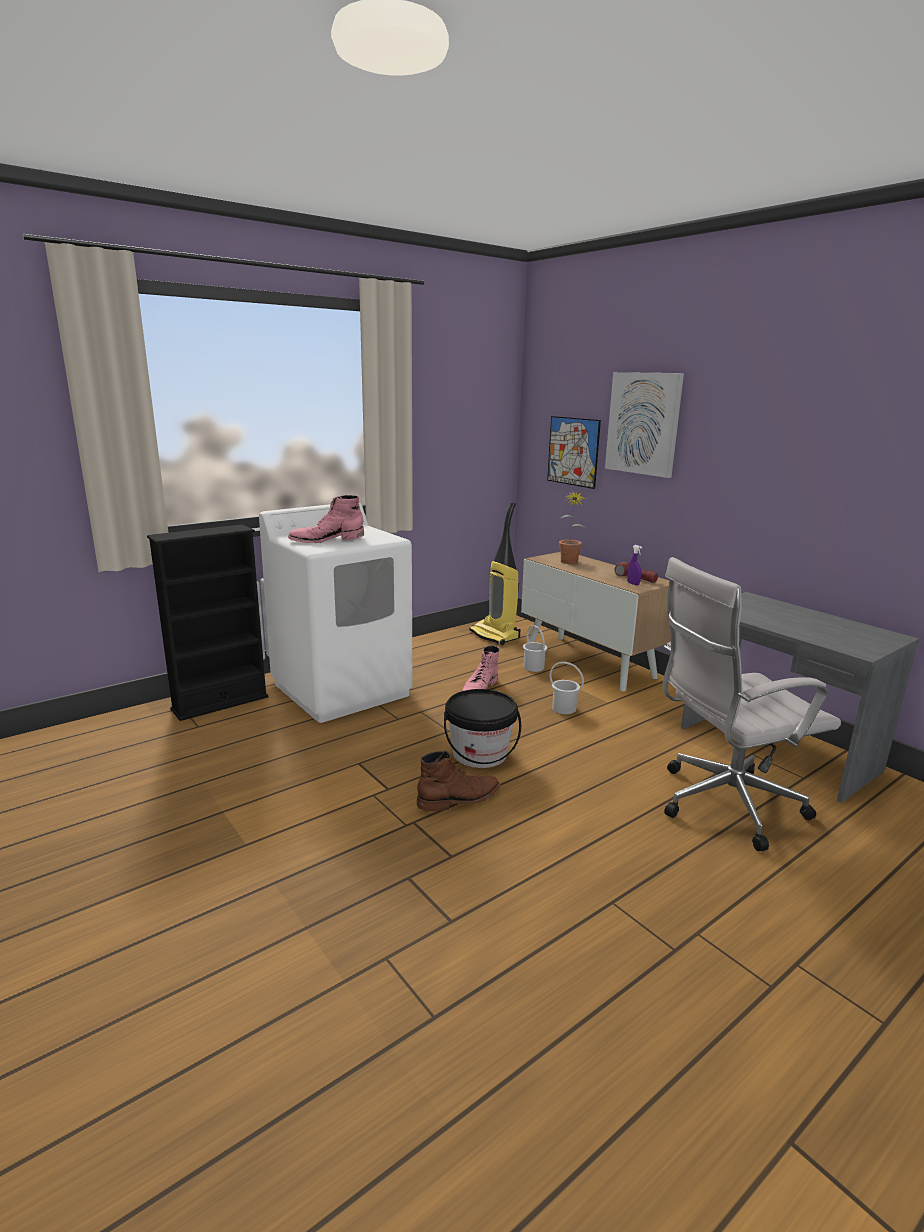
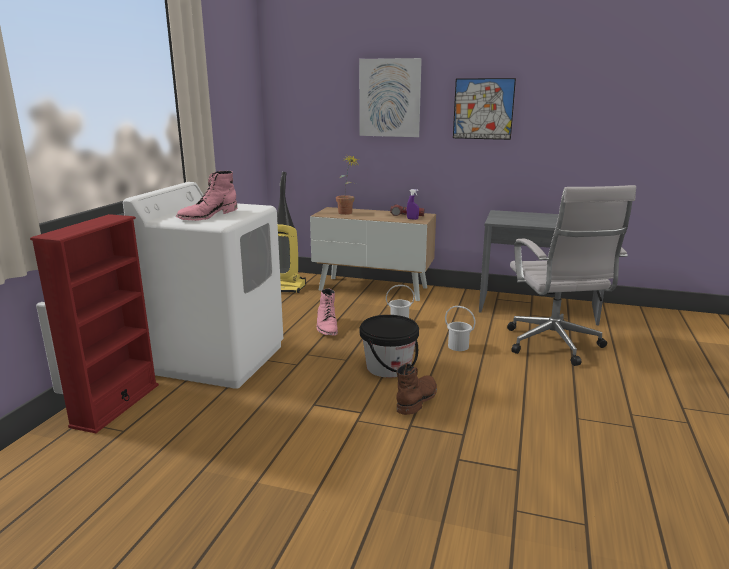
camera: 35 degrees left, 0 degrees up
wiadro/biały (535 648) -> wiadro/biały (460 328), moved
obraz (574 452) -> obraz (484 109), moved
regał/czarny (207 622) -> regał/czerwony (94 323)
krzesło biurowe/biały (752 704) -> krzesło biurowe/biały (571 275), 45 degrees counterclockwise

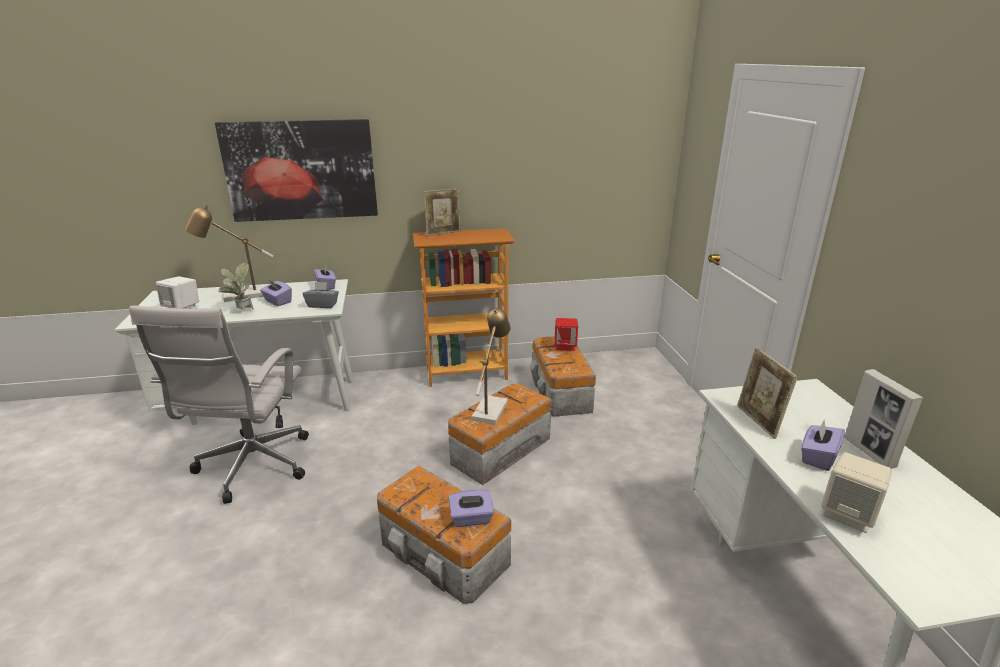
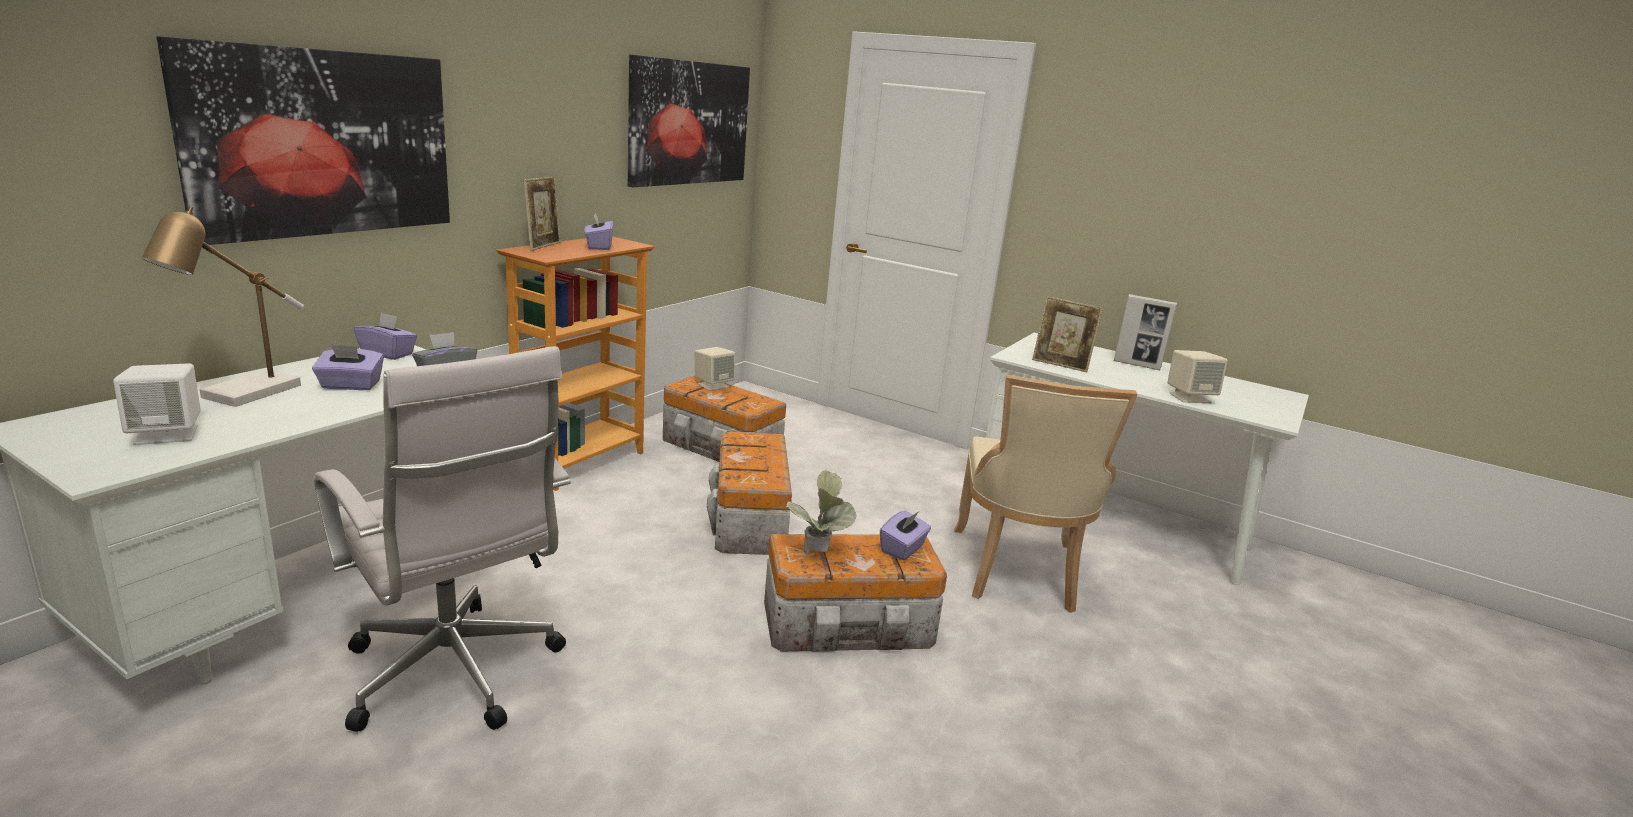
camera: 50 degrees left, 5 degrees down
lampa stołowa (491 366) -> none
none -> obraz (689 121)
none -> krzesło/beżowy (1045 493)
roślina doniczkowa (235 286) -> roślina doniczkowa (821 512), moved
pudełko chusteczek/fioletowy (823 445) -> pudełko chusteczek/fioletowy (598 231), moved
głośnik/czerwony (566 334) -> głośnik/beżowy (715 369)

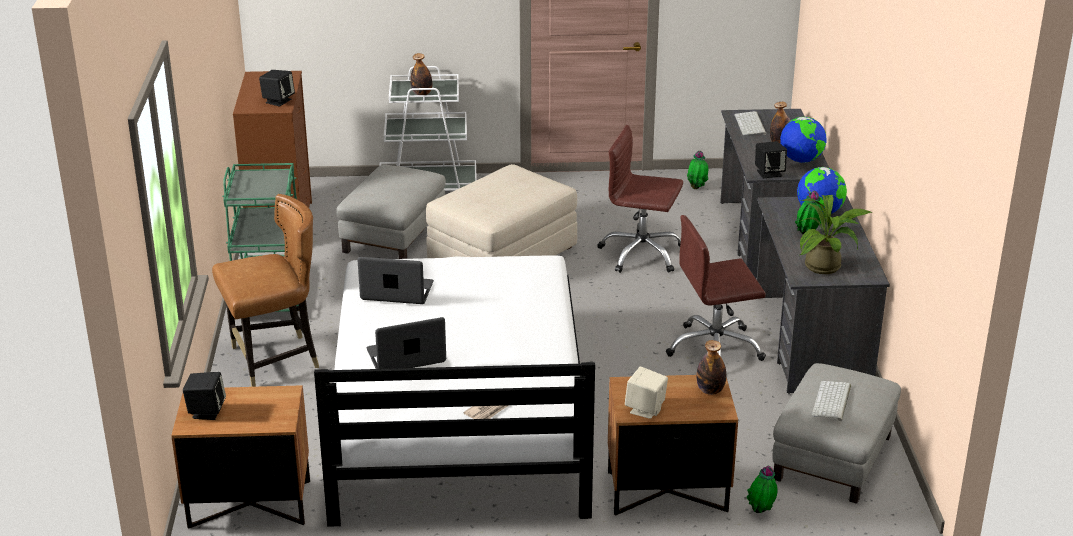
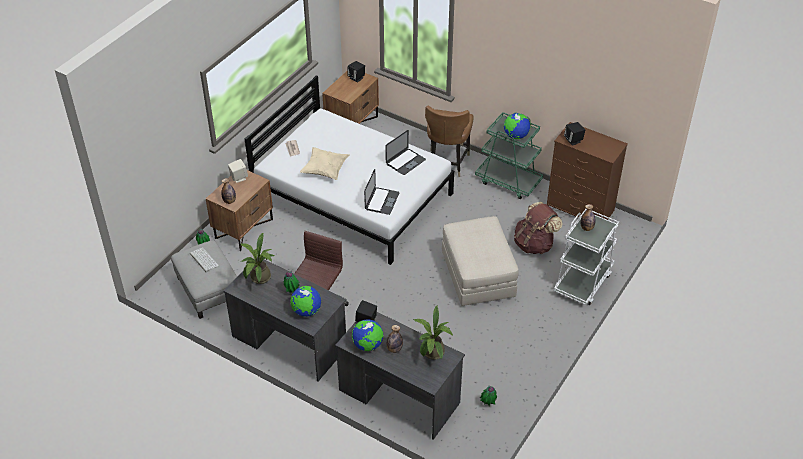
camera: 125 degrees right, 15 degrees up
krzesło biurowe/brązowy (640 199) -> none
none -> poduszka/beżowy (325 163)
none -> globus (517 126)
laptop (406 343) -> laptop (382 192), moved
pufa/szary (391 212) -> plecak/brązowy (538 228)
klawiatura (750 123) -> roślina doniczkowa (433 333)

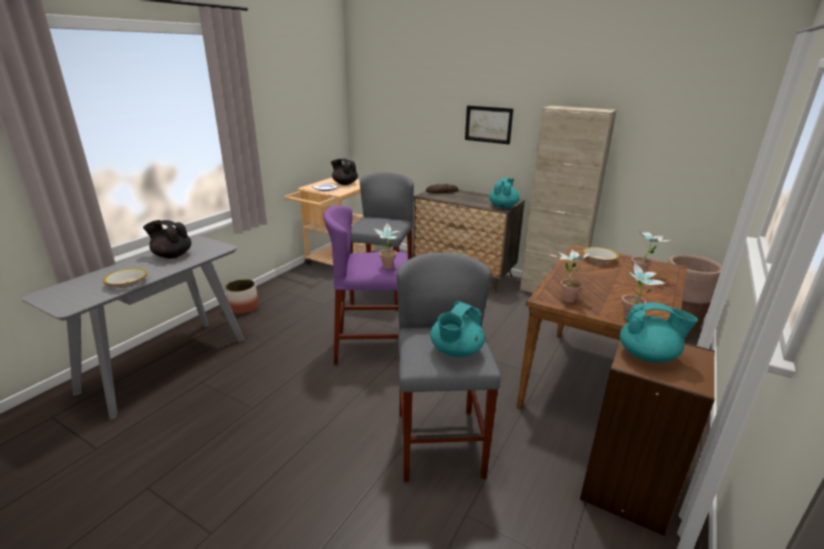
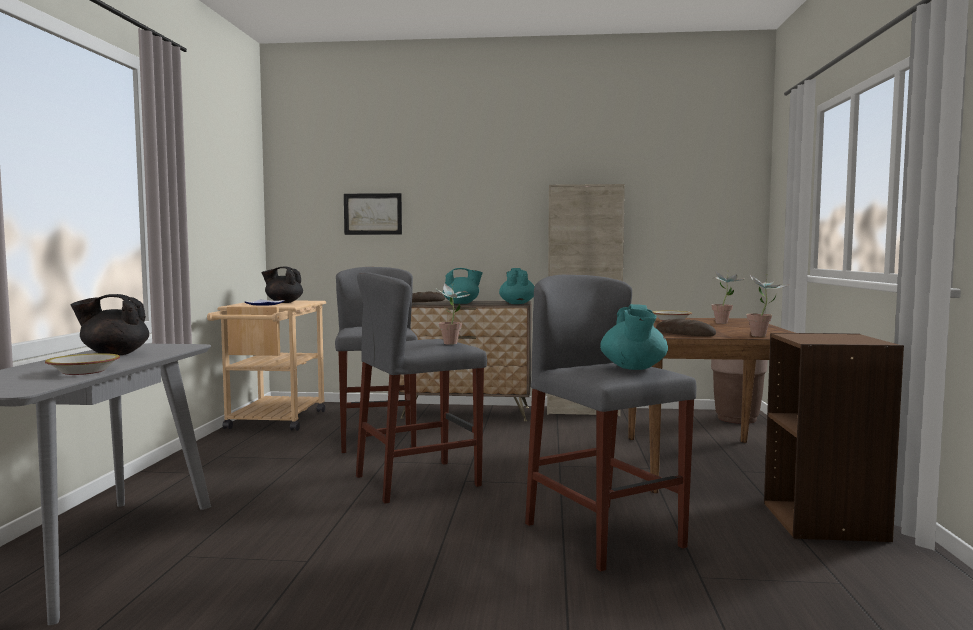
camera: 25 degrees left, 20 degrees down
donica (242 296) -> none
obraz (489 124) -> obraz (373 214), moved
imbryk/turkusowy (659 332) -> imbryk/turkusowy (463 286), moved
roślina doniczkowa (575 276) -> chleb (686 328)
stołek/fioletowy (365 285) -> stołek/szary (421 388)

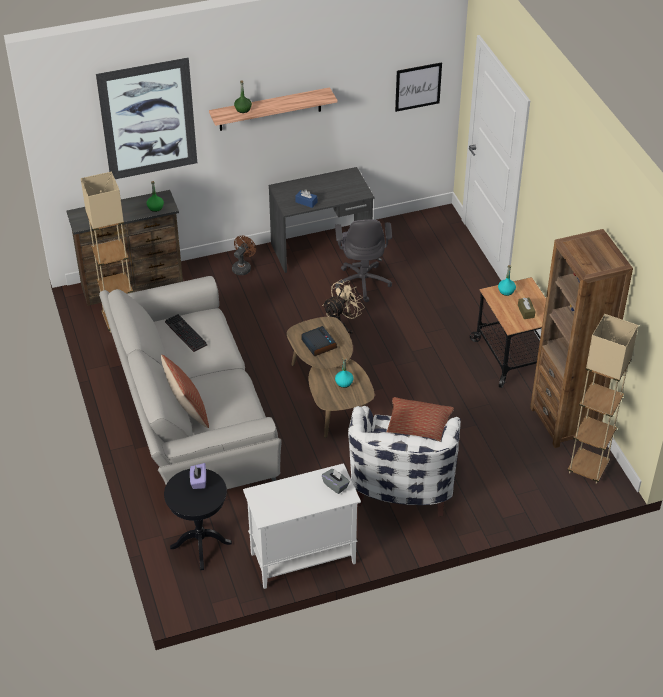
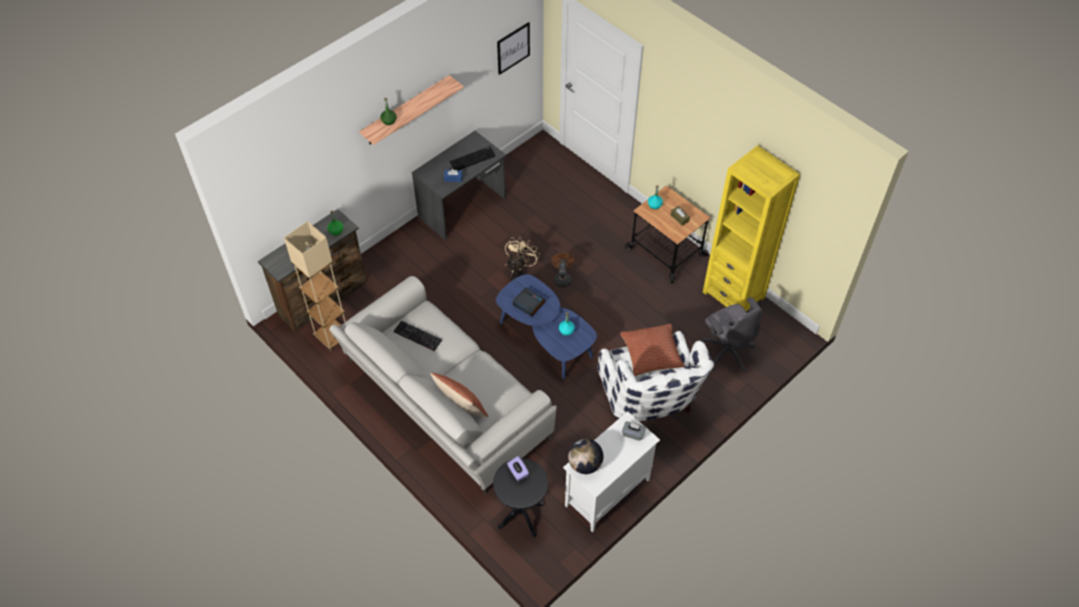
camera: 25 degrees left, 10 degrees up
obraz (146 118) -> none
lampa stojąca/beżowy (603 399) -> none
none -> klawiatura (472 158)
none -> globus (585 456)
wentylator/brązowy (244 255) -> wentylator/brązowy (563 270), moved
krzesło biurowe/szary (363 261) -> krzesło biurowe/szary (732 334), moved
ława/brązowy (331 377) -> ława/niebieski (546 327)
regał/brązowy (581 338) -> regał/żółty (751 228)

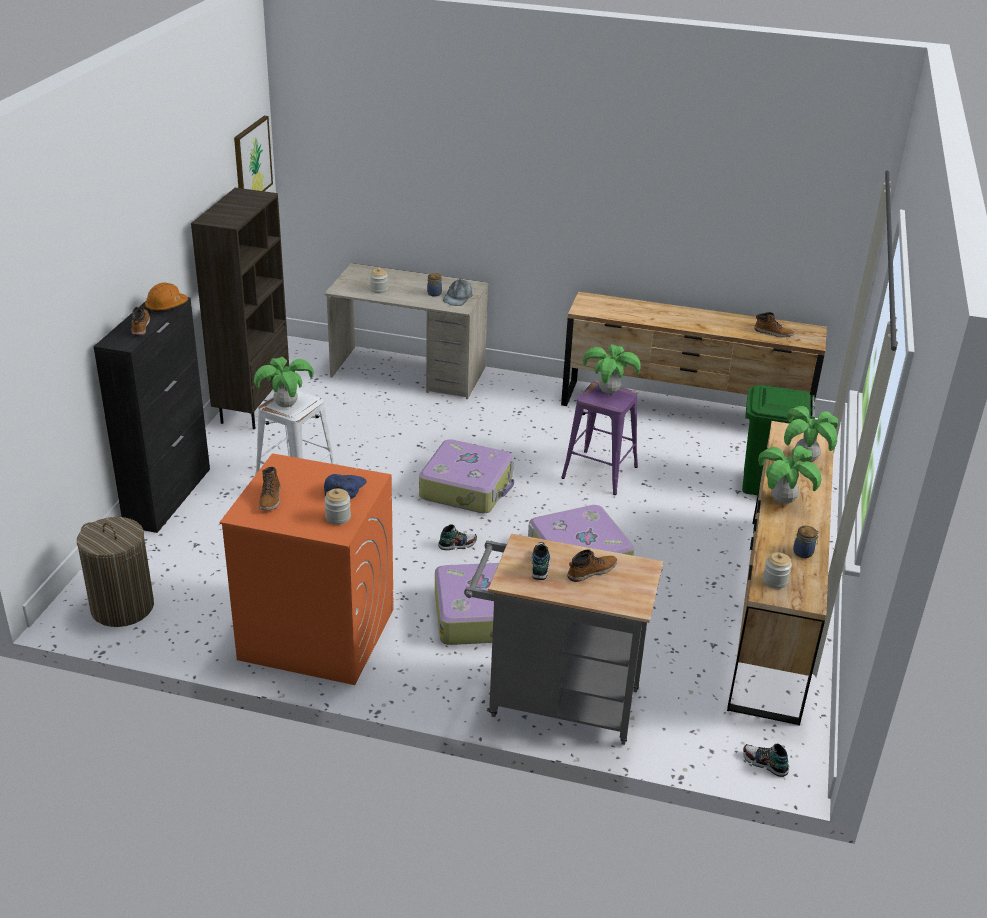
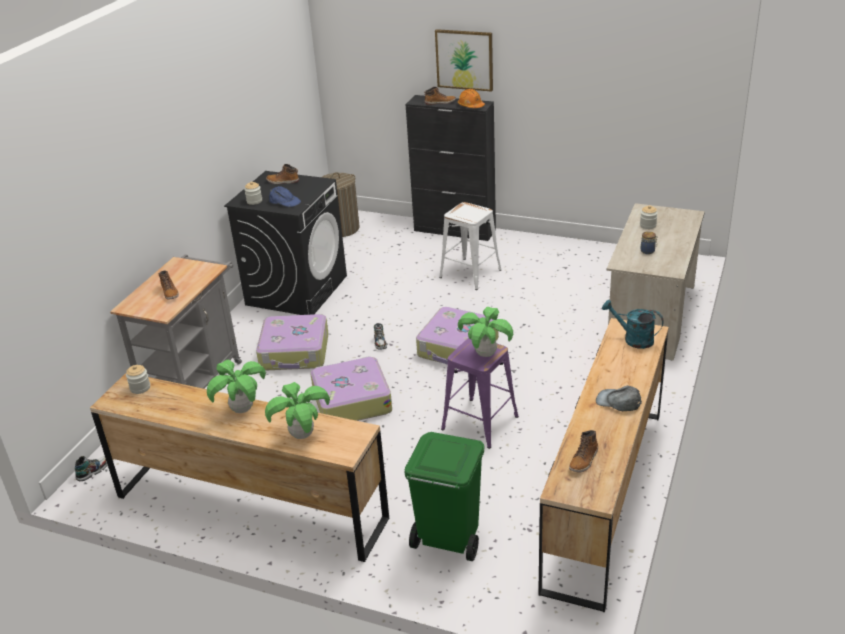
camera: 100 degrees right, 0 degrees up
regał/brązowy (240 308) -> none
roślina doniczkowa (284 382) -> none
but (541 561) -> none
słoik (806 542) -> none
none -> konewka/turkusowy (633 324)
obraz (253 153) -> obraz (464 60), moved
czapka z daszkiem/szary (458 292) -> czapka z daszkiem/szary (619 398), moved
pralka/pomarańczowy (307 569) -> pralka/czarny (285 243)

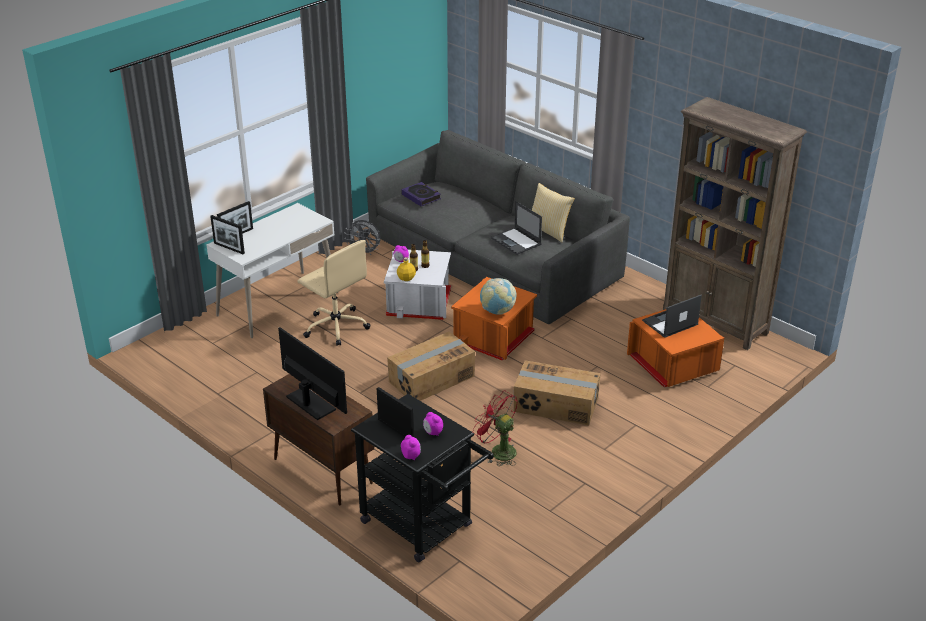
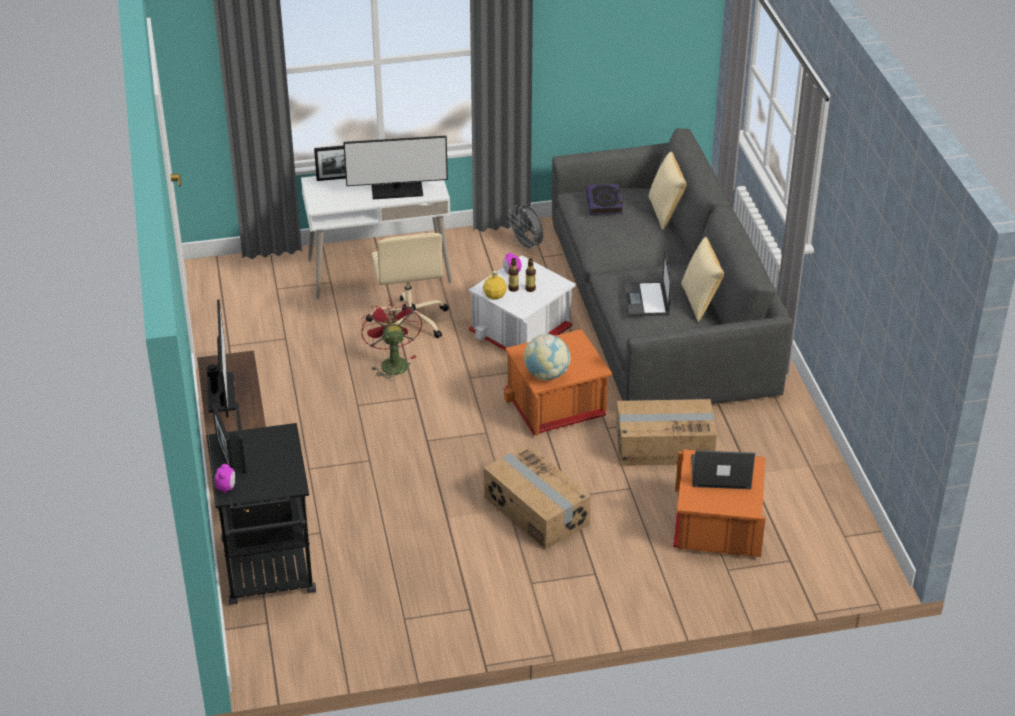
camera: 35 degrees right, 5 degrees up
budzik (433 424) -> none
regał/brązowy (735 223) -> none
none -> monitor (395 167)
none -> poduszka (667 191)
ramka na zdjęcie (227 234) -> ramka na zdjęcie (223 437), moved
karton (431 366) -> karton (666 432), moved
wentylator/czerwony (495 428) -> wentylator/czerwony (391 340), moved

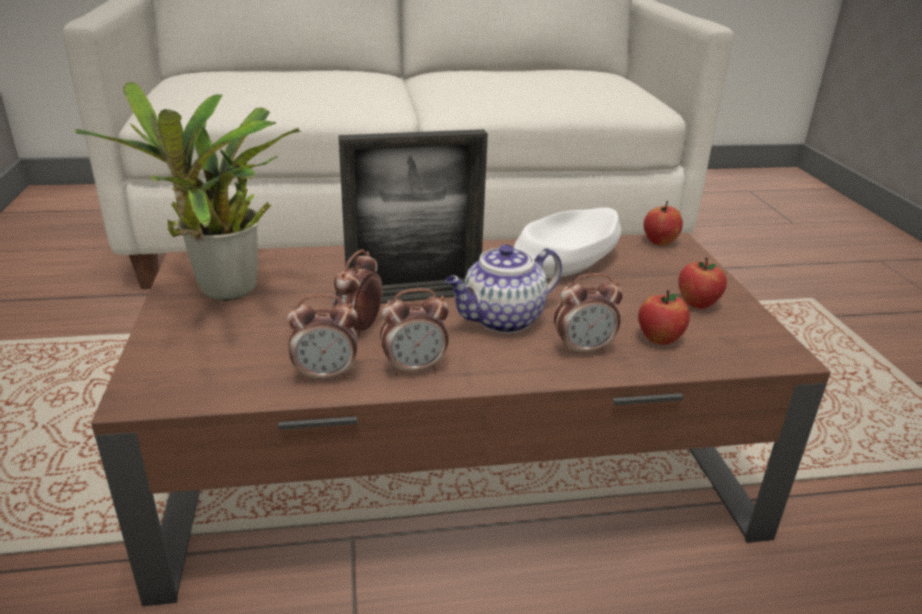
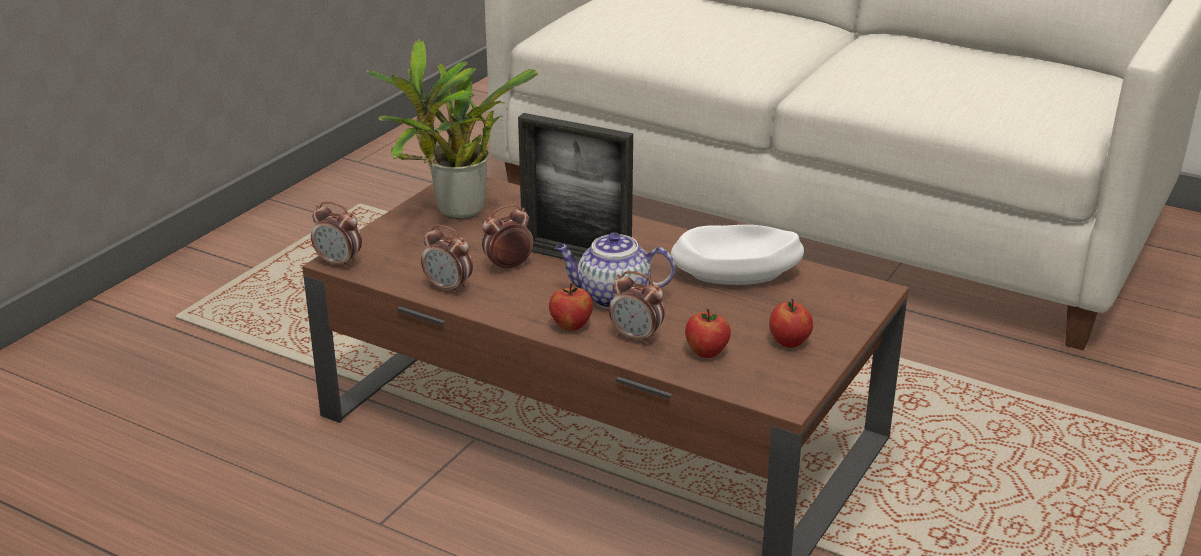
camera: 40 degrees right, 0 degrees up
budzik (414 332) -> budzik (336 235), moved
jabłko (663 223) -> jabłko (571 307), moved

